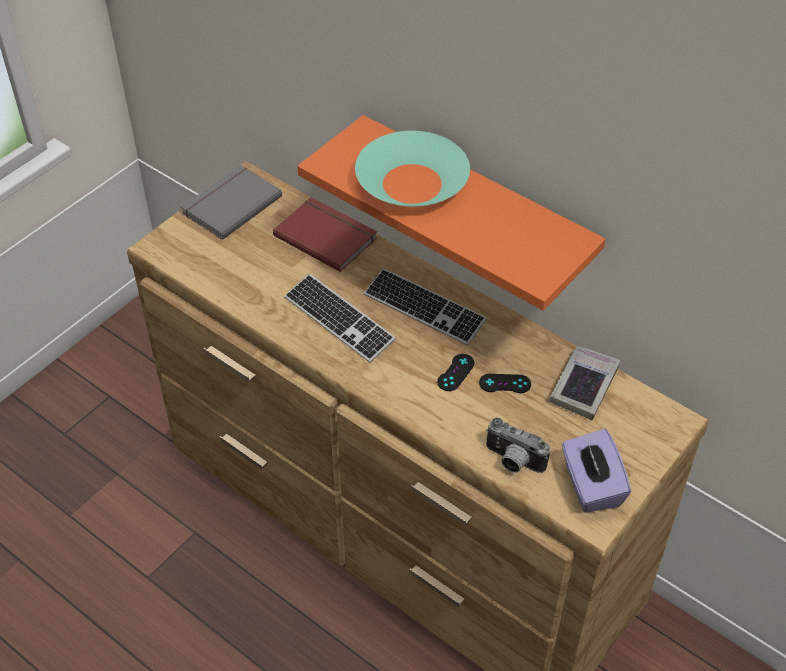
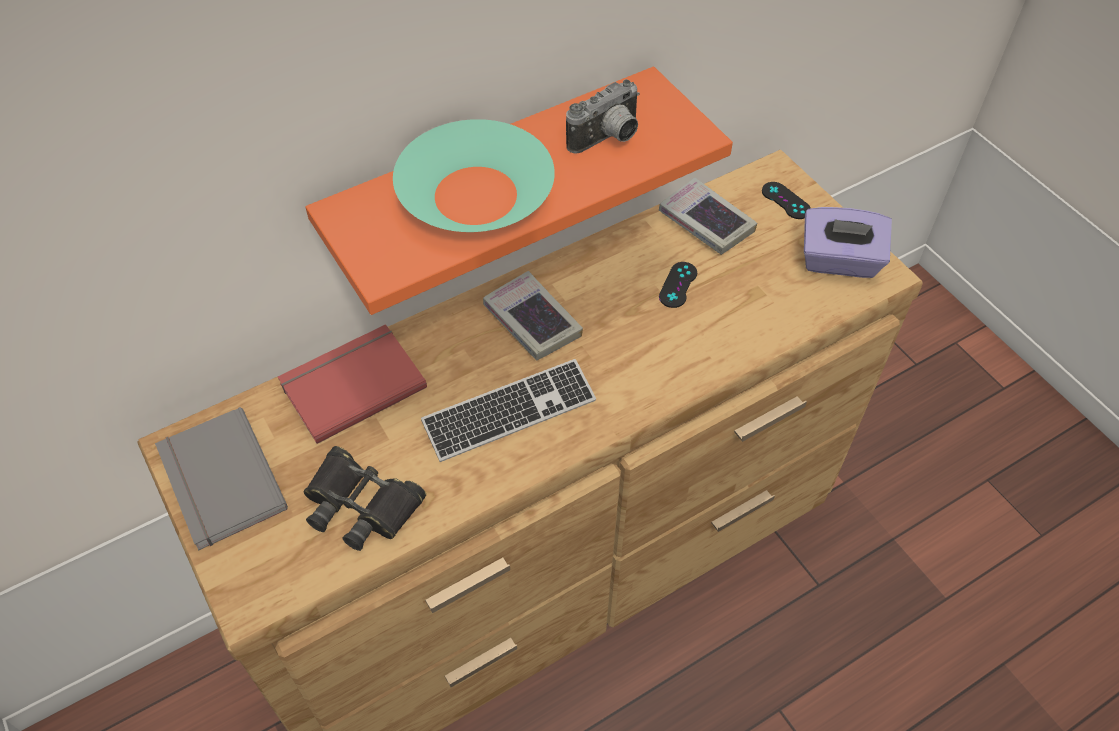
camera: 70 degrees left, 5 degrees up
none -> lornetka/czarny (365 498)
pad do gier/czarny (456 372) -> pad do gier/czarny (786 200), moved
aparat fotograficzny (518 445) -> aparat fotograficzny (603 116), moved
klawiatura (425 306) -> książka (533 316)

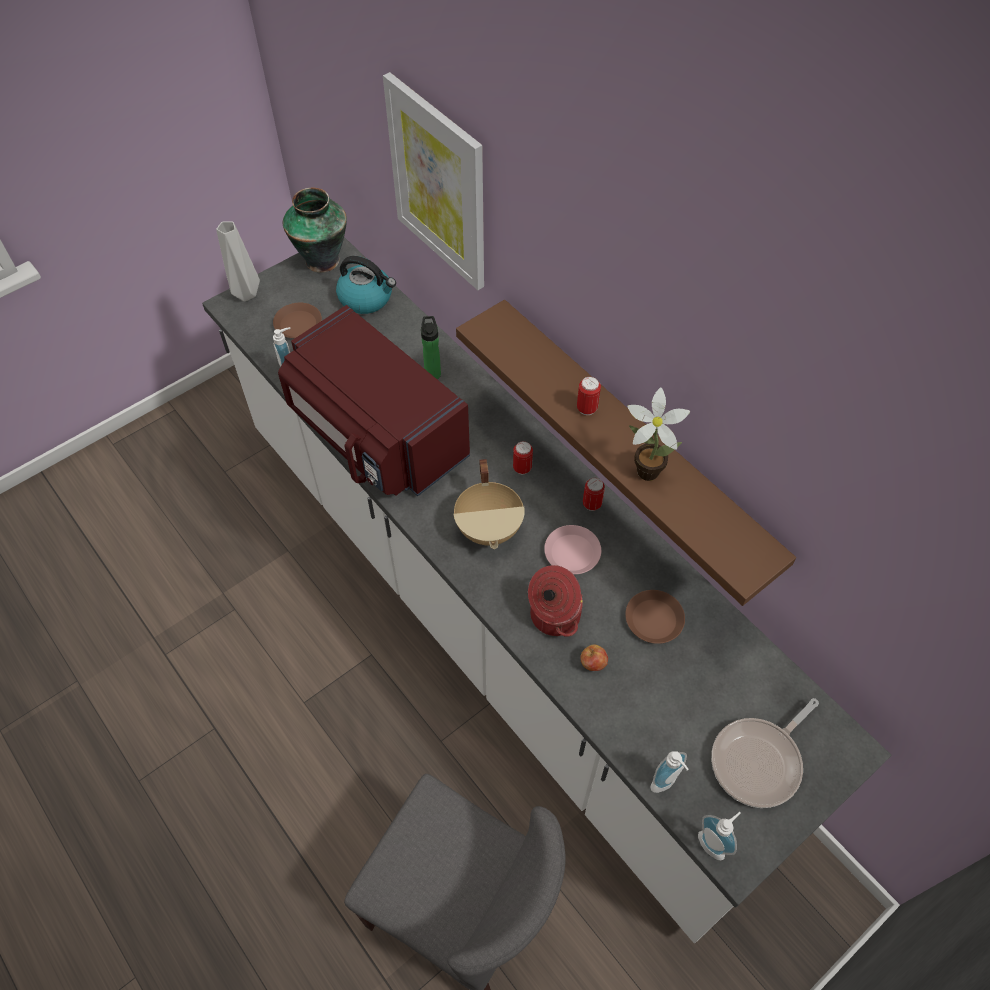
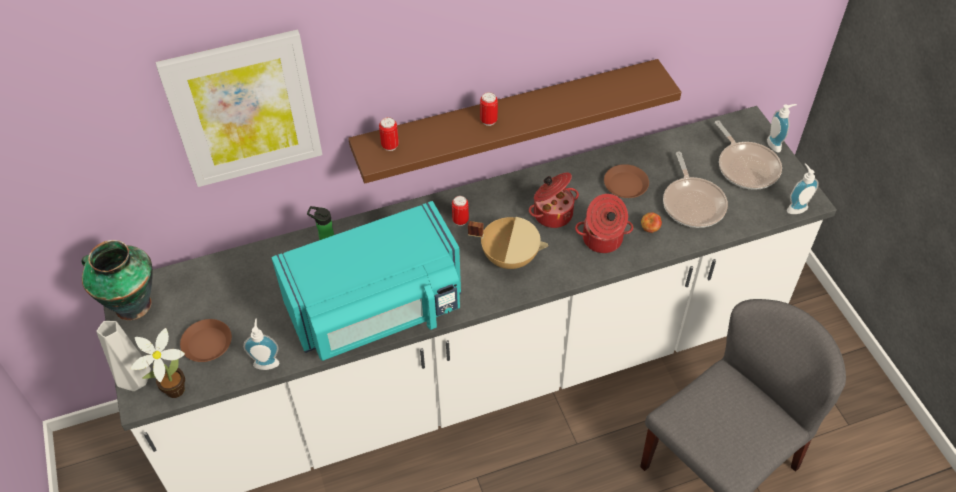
camera: 70 degrees left, 5 degrees down
czajnik (366 285) -> none
none -> patelnia (695 190)
puszka (594 494) -> puszka (389 134), moved
roślina doniczkowa (659 434) -> roślina doniczkowa (158 363), moved
dozownik mydła (670 772) -> dozownik mydła (782 128), moved
talerz/różowy (572 549) -> garnek (554 200)
mikrofalówka/czerwony (374 400) -> mikrofalówka/turkusowy (366 281)

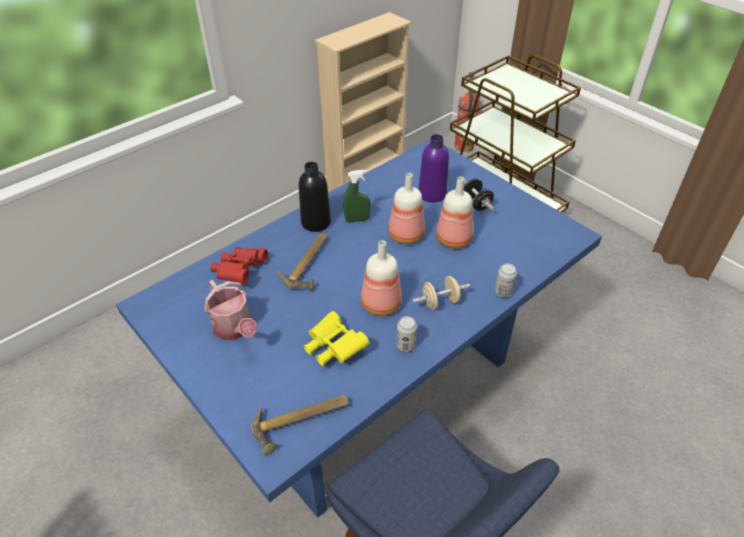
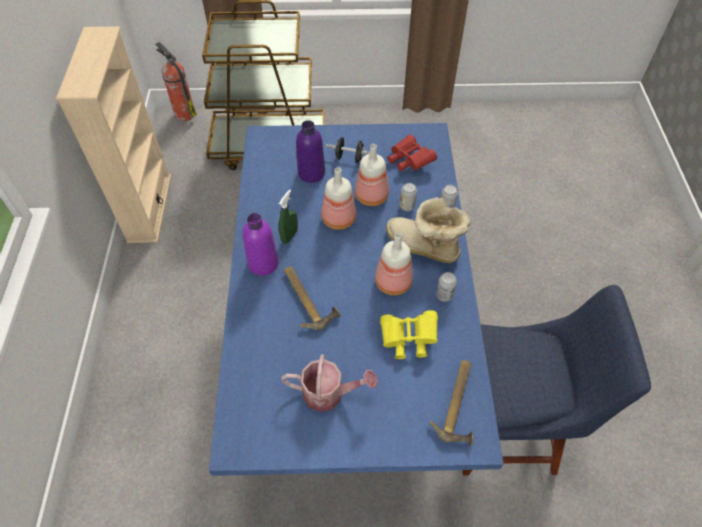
camera: 50 degrees left, 10 degrees up
none -> puszka (408 197)
lornetka/czerwony (239 265) -> lornetka/czerwony (412 153), moved
hantel/beżowy (441 293) -> but z cholewką (428 230)
butelka/czarny (315 197) -> butelka/fioletowy (260 244)

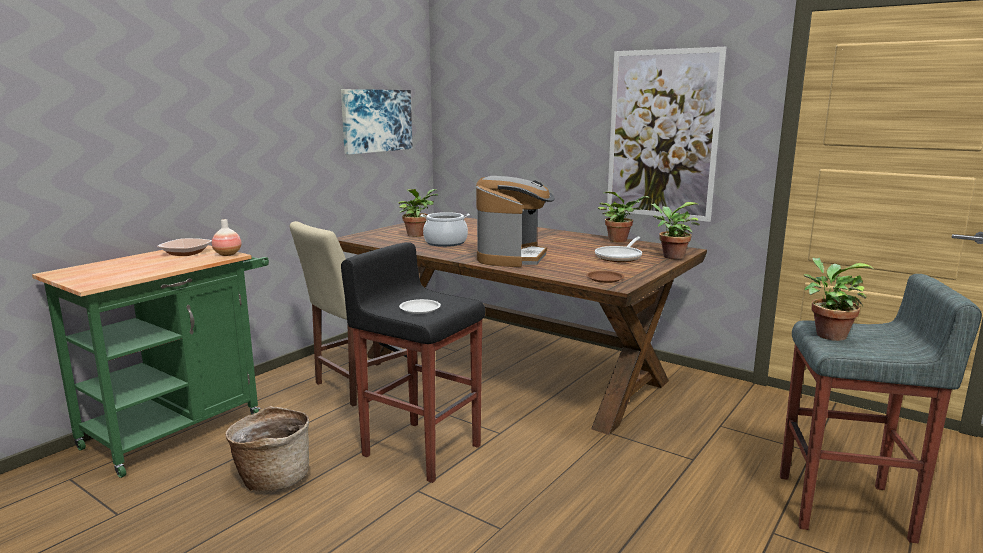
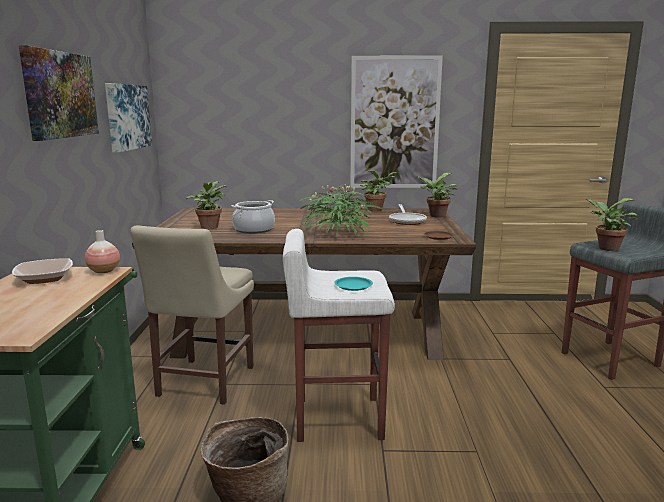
camera: 35 degrees left, 0 degrees up
none -> obraz (59 93)
ekspres do kawy (515 221) -> roślina doniczkowa (342 212)
stołek/czarny (413 362) -> stołek/biały (339 335)
talerz/biały (420 306) -> talerz/turkusowy (353 284)

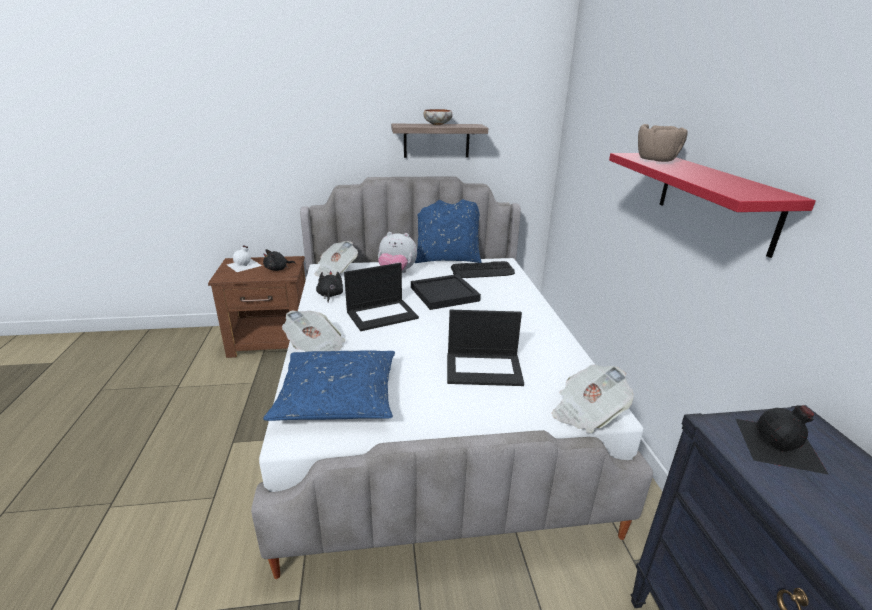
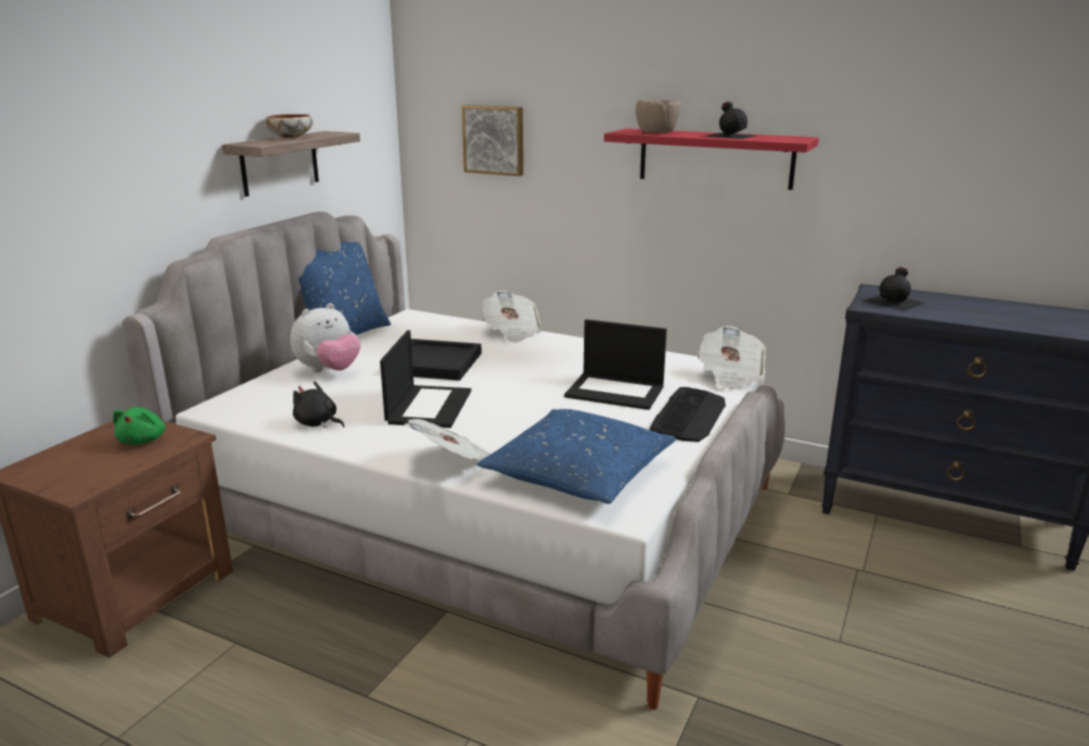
camera: 55 degrees left, 5 degrees down
butelka/biały (244 258) -> none
none -> obraz (492 140)
none -> butelka/czarny (730 120)
gazeta (336 259) -> gazeta (512 316), moved
klawiatura (483 269) -> klawiatura (688 414), moved
pluszak/czarny (279 260) -> pluszak/zielony (139 426)
laptop (485 348) -> laptop (615 364), 75 degrees clockwise

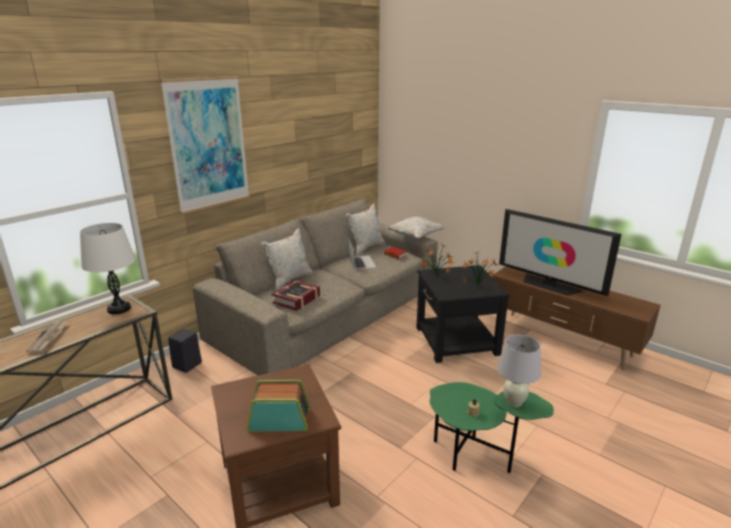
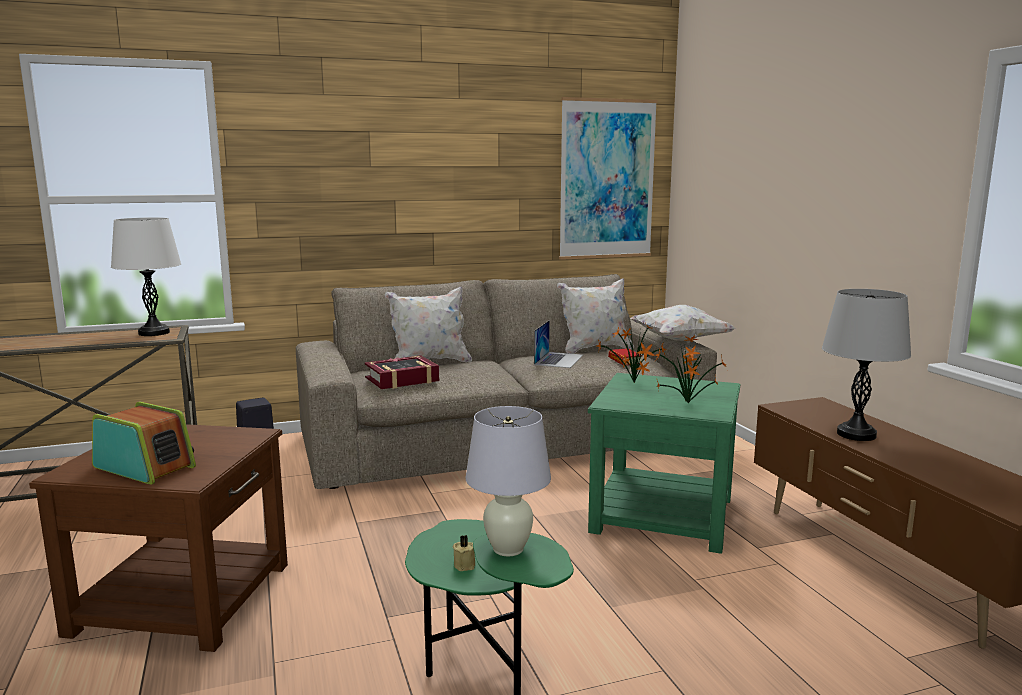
camera: 30 degrees right, 10 degrees down
gazeta (47 337) -> none
obraz (205 145) -> obraz (608 178), moved
telewizor (560 252) -> lampa stołowa/szary (866 365)
stolik/czarny (463 314) -> stolik/zielony (664 463)

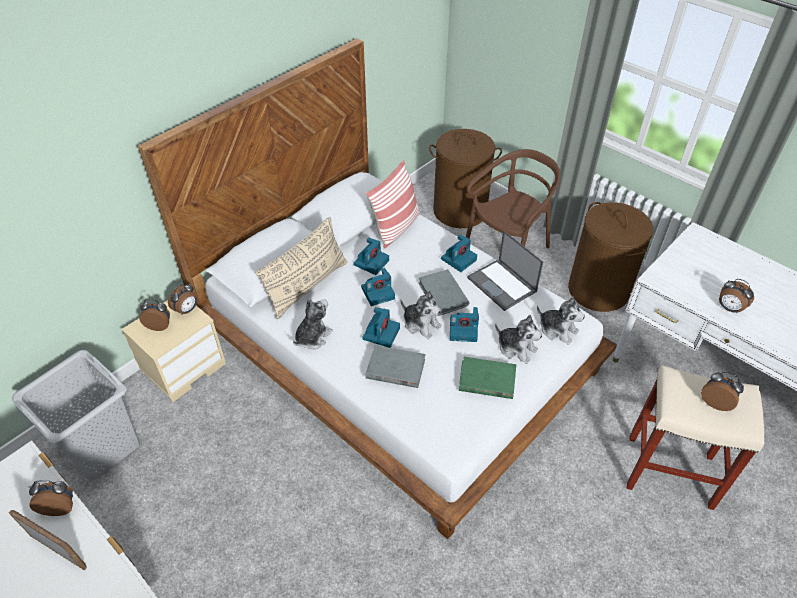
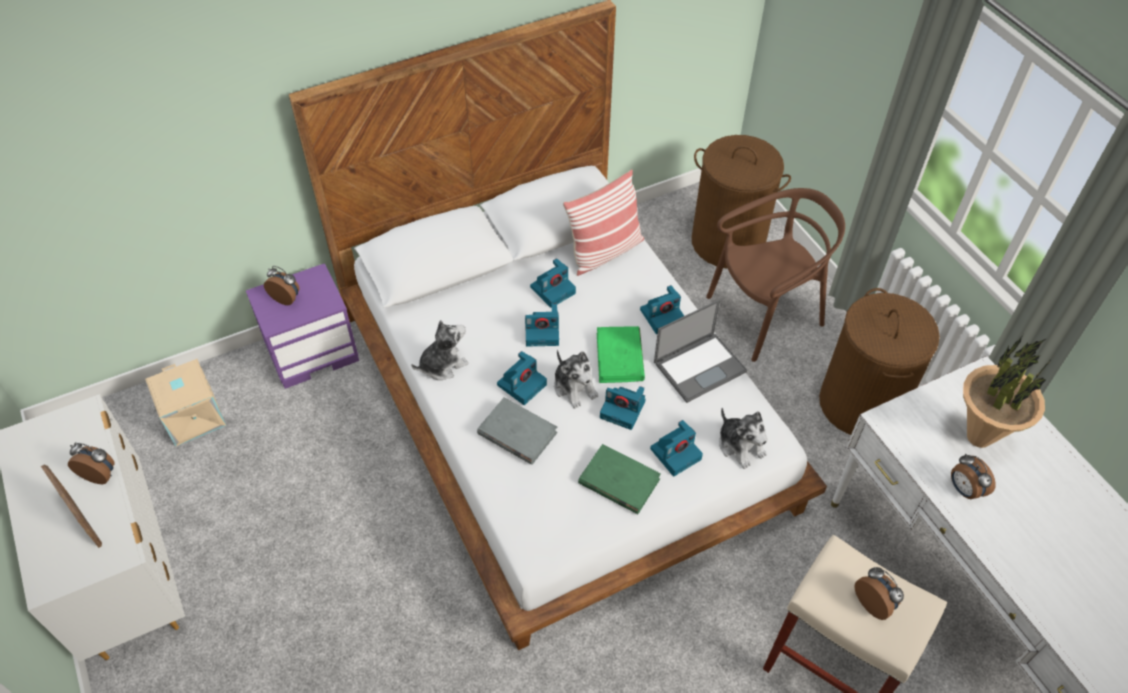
camera: 20 degrees right, 5 degrees up
budzik (182 298) -> none
poduszka/beżowy (301 268) -> none
none -> roślina doniczkowa (1007 391)
kosz na pranie/szary (75 415) -> pojemnik do przechowywania/beżowy (185 403)
pluszak (518 339) -> aparat fotograficzny (676 448)
szafka nocna/beżowy (174 351) -> szafka nocna/fioletowy (302 326)
książka/szary (444 292) -> książka/zielony (621 354)
laptop (505 270) -> laptop (700 351), 105 degrees counterclockwise

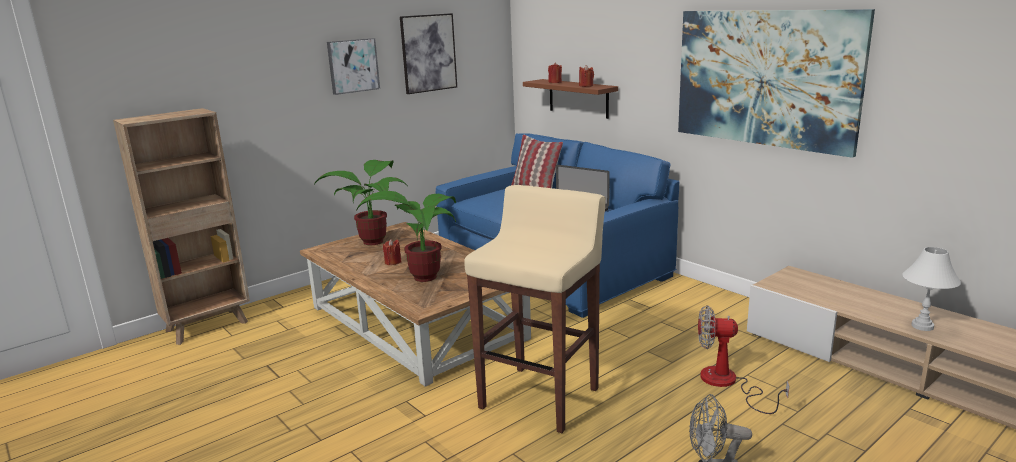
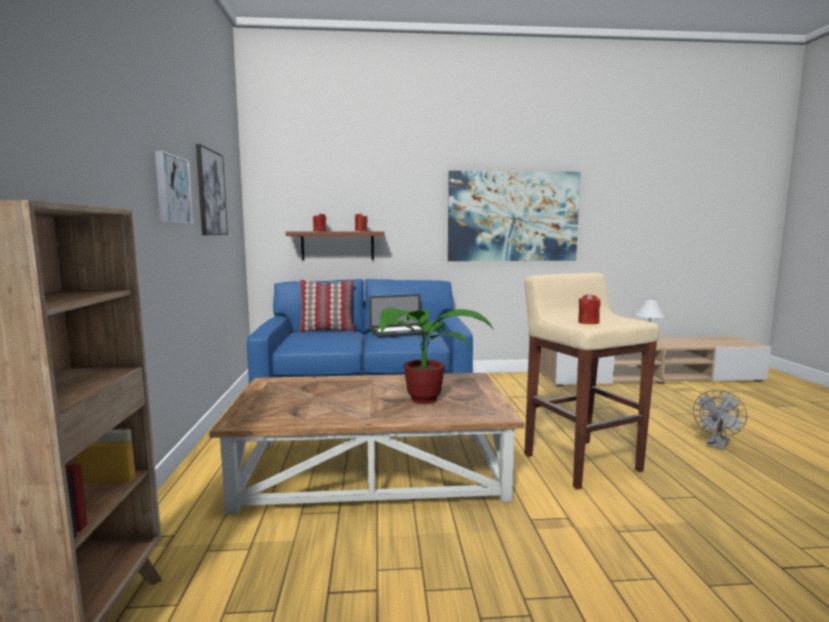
camera: 55 degrees left, 10 degrees down
roślina doniczkowa (360 202) -> none
wentylator (743 359) -> none
świeca/czerwony (392 252) -> świeca/czerwony (589 308), moved

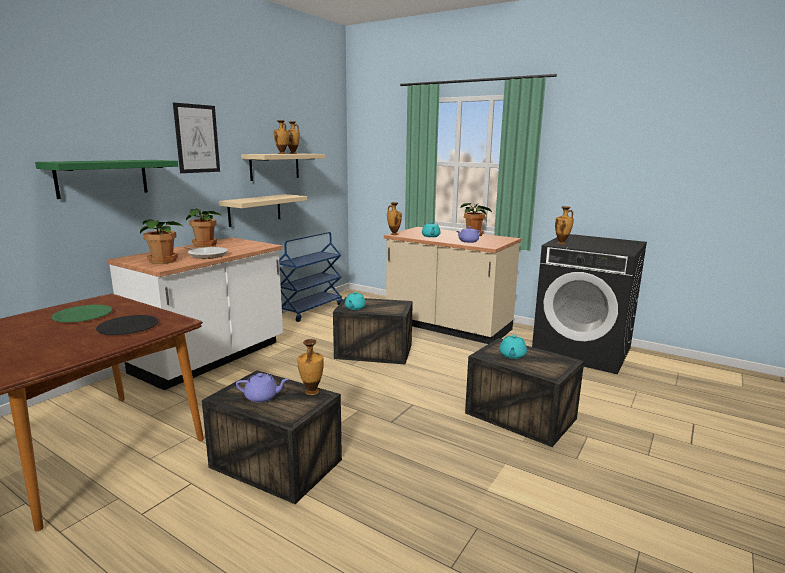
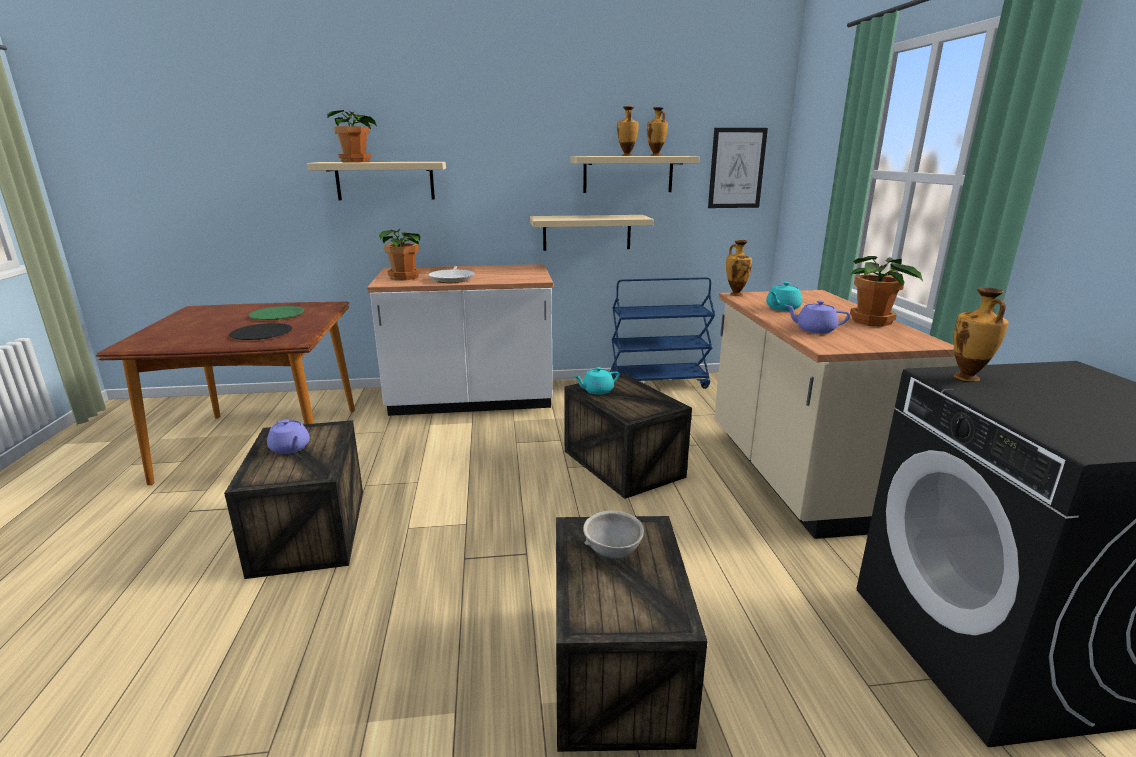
camera: 50 degrees right, 5 degrees up
wazon (310 367) -> none
obraz (196 138) -> obraz (738 168), moved
roślina doniczkowa (203 228) -> roślina doniczkowa (352 136), moved
imbryk/turkusowy (513 347) -> miska/szary (613 534)
półka/zielony (106 179) -> półka/beżowy (376 181)

